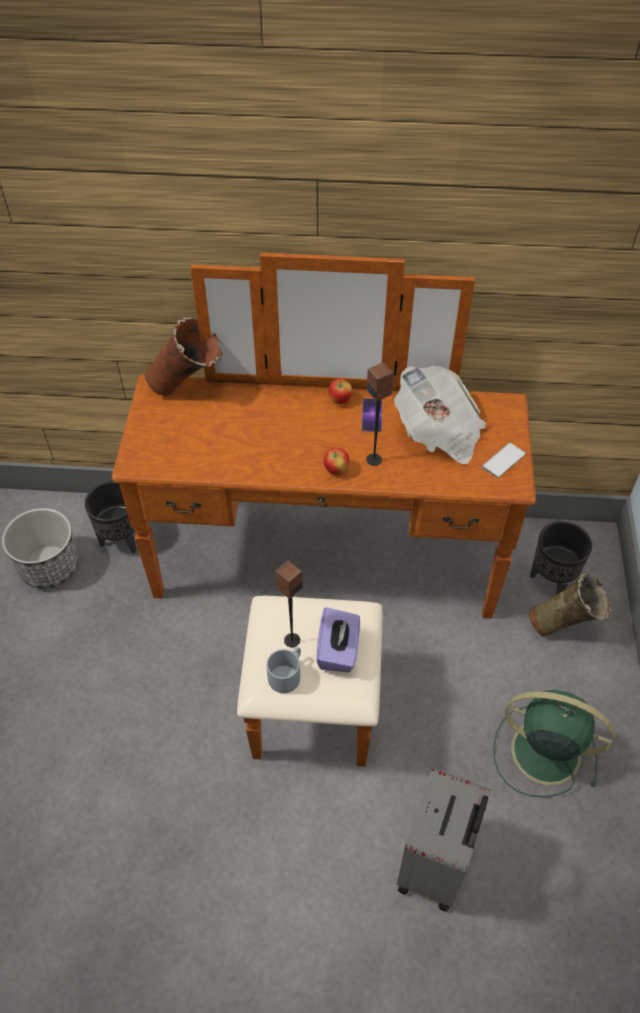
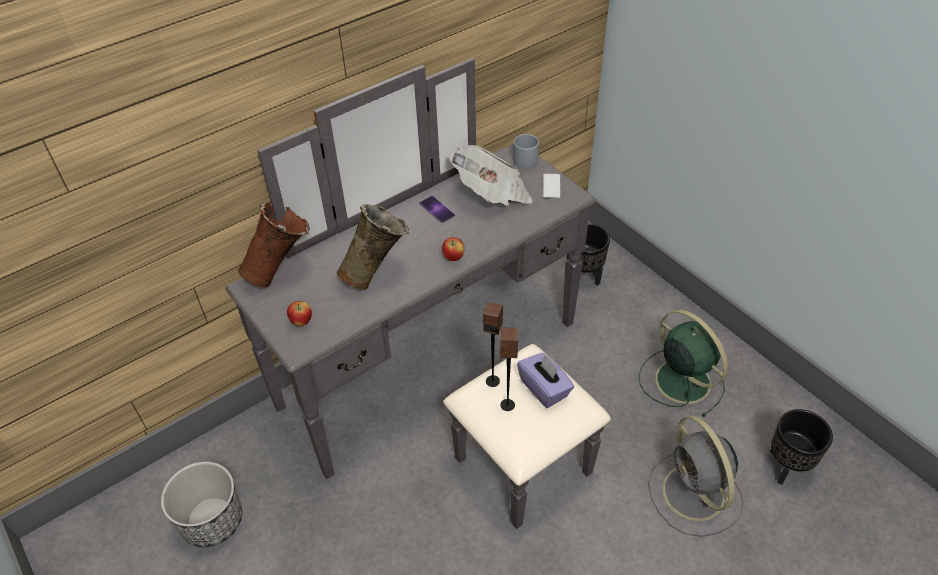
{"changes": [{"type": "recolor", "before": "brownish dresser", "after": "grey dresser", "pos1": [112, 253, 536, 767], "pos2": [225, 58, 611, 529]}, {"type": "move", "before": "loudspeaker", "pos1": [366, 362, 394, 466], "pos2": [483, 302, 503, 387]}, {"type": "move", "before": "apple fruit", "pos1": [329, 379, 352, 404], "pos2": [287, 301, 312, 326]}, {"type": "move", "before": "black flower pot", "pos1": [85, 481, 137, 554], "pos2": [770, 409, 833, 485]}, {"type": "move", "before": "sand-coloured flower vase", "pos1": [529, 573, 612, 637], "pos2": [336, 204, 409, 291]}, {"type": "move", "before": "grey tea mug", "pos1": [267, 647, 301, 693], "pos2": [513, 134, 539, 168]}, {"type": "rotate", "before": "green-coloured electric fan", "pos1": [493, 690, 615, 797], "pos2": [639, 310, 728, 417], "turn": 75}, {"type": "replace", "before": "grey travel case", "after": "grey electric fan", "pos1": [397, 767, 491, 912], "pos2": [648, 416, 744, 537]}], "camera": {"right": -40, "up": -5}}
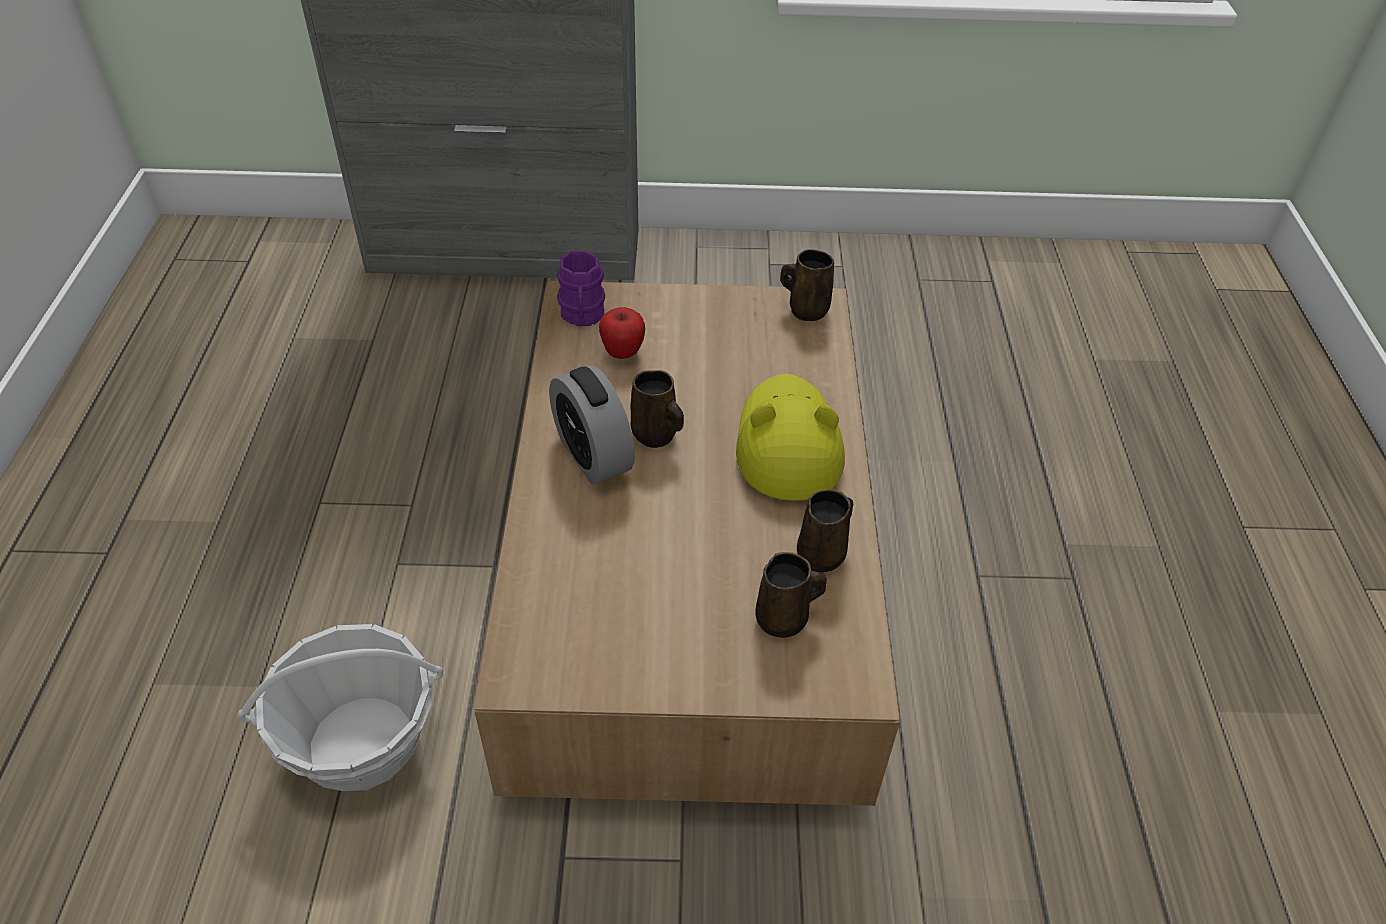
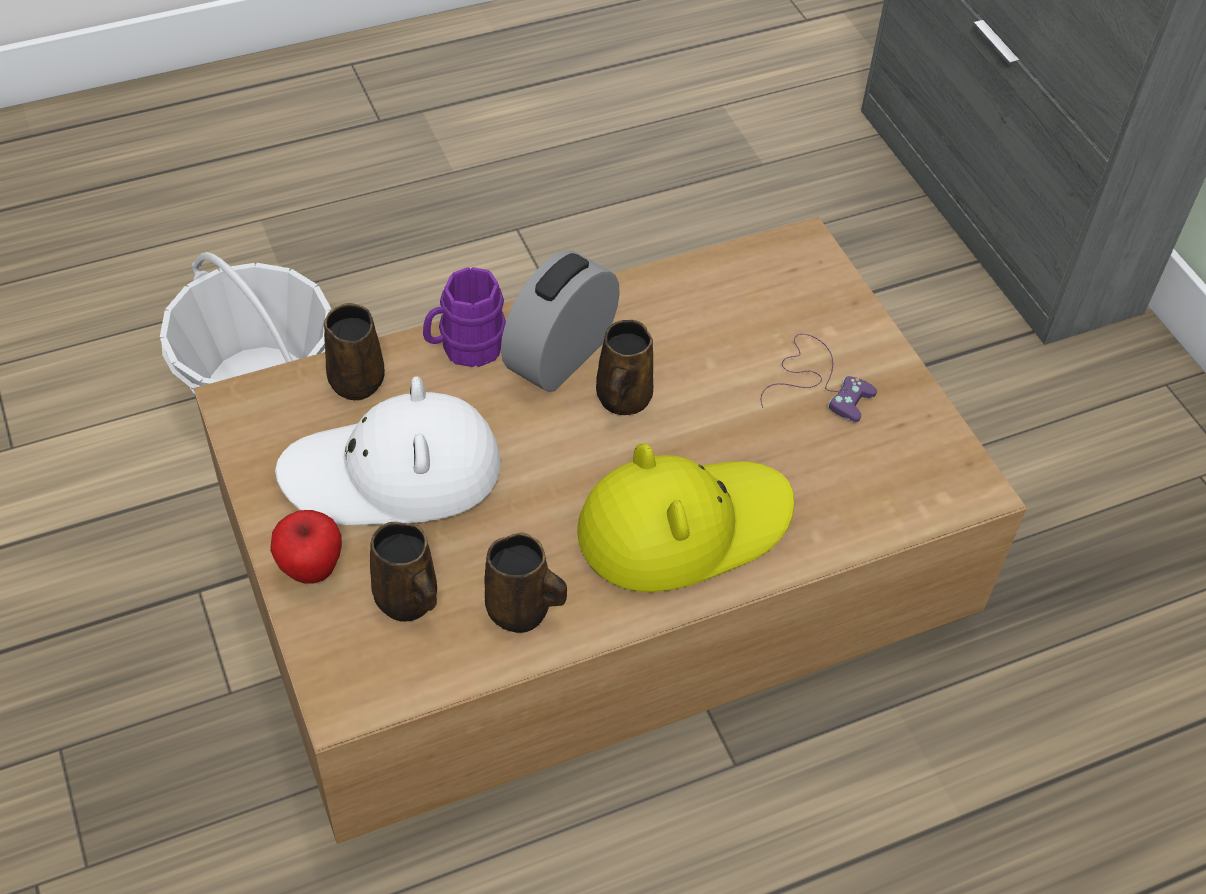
{"changes": [{"type": "move", "before": "brownish tea mug", "pos1": [780, 249, 834, 321], "pos2": [324, 303, 385, 400]}, {"type": "move", "before": "purple-coloured tea mug", "pos1": [557, 251, 605, 326], "pos2": [423, 267, 506, 367]}, {"type": "move", "before": "apple fruit", "pos1": [599, 307, 645, 359], "pos2": [270, 510, 342, 584]}, {"type": "insert", "after": "purple-coloured game controller", "pos2": [761, 334, 877, 423]}, {"type": "insert", "after": "whitish wearable hat", "pos2": [275, 376, 501, 525]}], "camera": {"right": 65, "up": 5}}
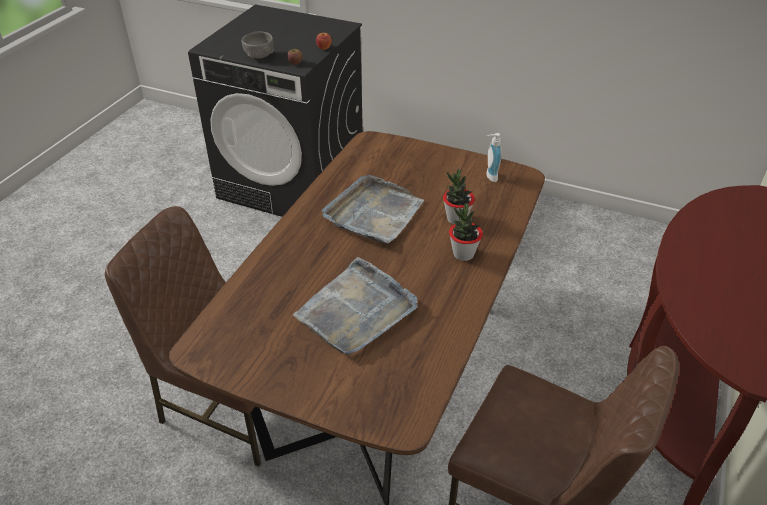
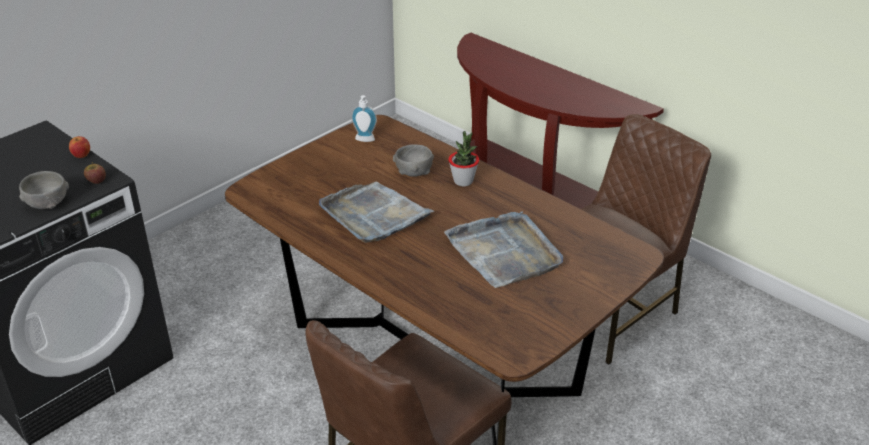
{"changes": [{"type": "replace", "before": "plant in a pot", "after": "grey deep dish", "pos1": [443, 169, 475, 224], "pos2": [393, 144, 434, 177]}], "camera": {"right": -70, "up": -5}}
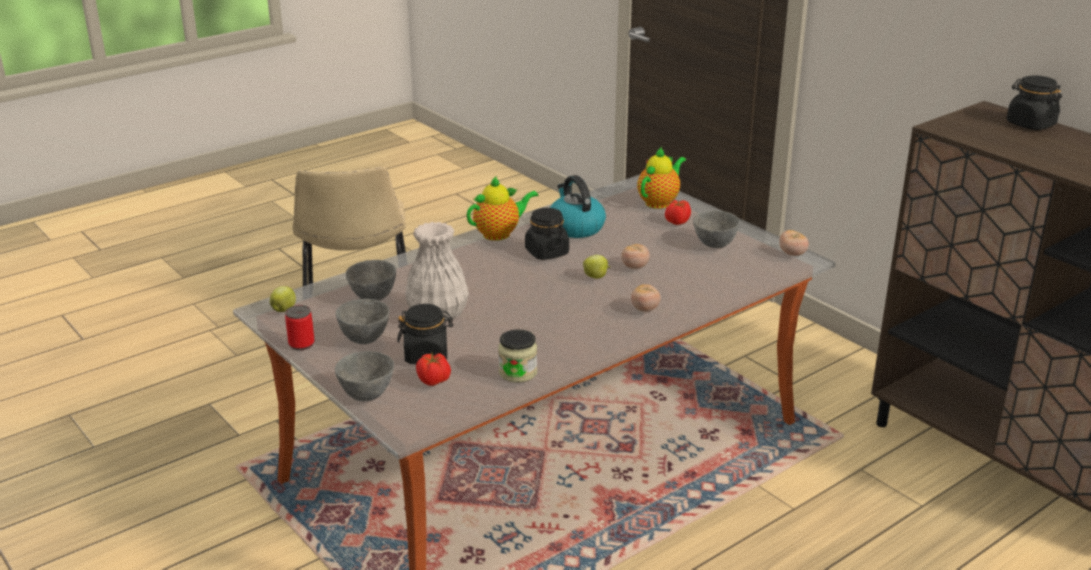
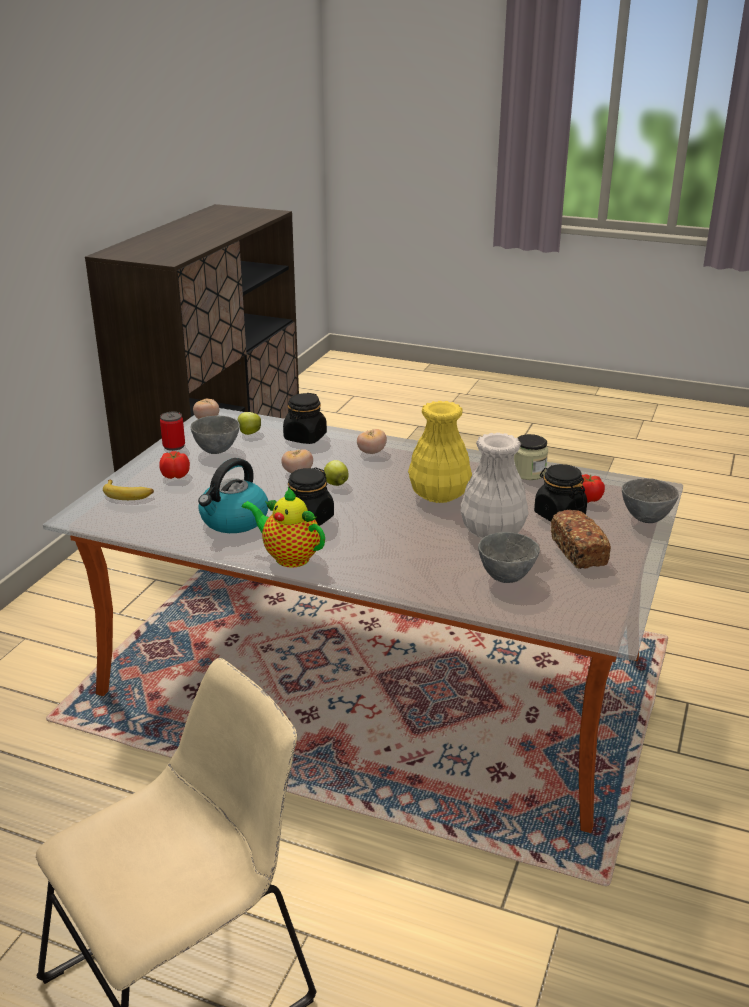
{"changes": [{"type": "move", "before": "black preserve jar", "pos1": [1006, 75, 1062, 130], "pos2": [283, 393, 327, 444]}, {"type": "replace", "before": "pot for tea", "after": "whole banana", "pos1": [637, 147, 686, 209], "pos2": [103, 480, 154, 500]}, {"type": "move", "before": "apple fruit", "pos1": [270, 286, 296, 312], "pos2": [238, 412, 261, 435]}, {"type": "replace", "before": "grey deep dish", "after": "bakery bread", "pos1": [336, 299, 389, 344], "pos2": [551, 510, 611, 569]}, {"type": "move", "before": "sealed can", "pos1": [285, 305, 314, 350], "pos2": [160, 412, 185, 451]}, {"type": "insert", "after": "yellow-coloured flower vase", "pos2": [408, 401, 472, 503]}], "camera": {"right": -120, "up": 0}}
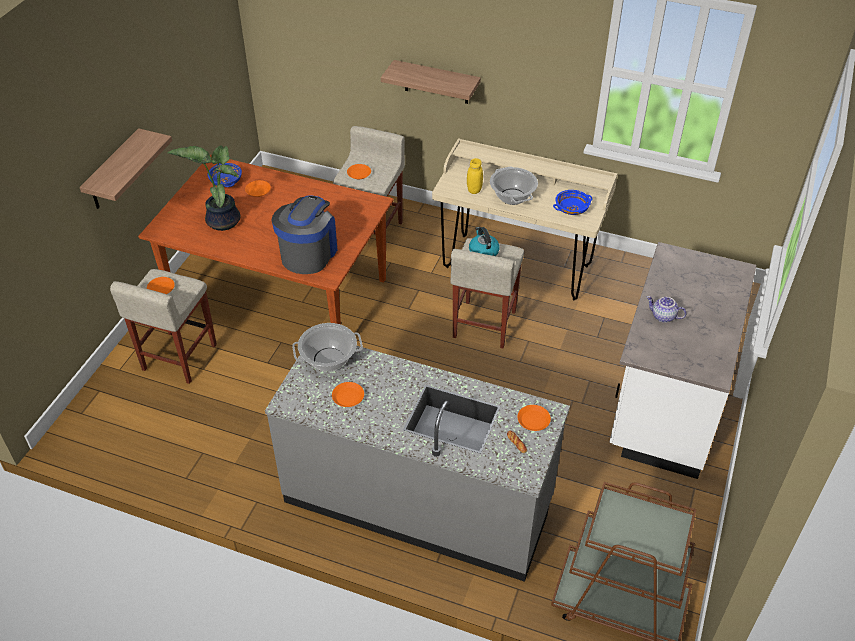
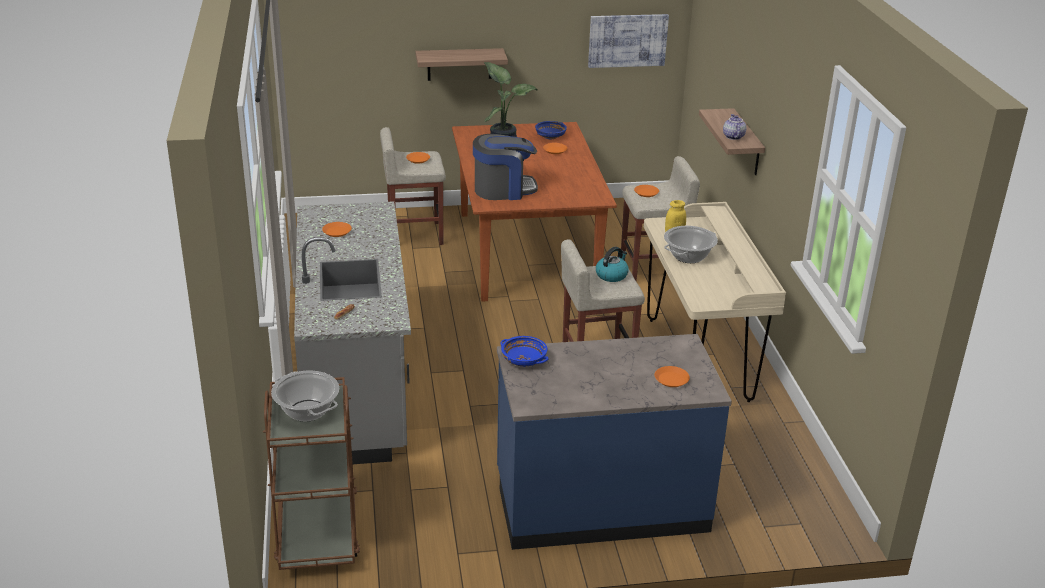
{"changes": [{"type": "move", "before": "blue-coloured deep dish", "pos1": [553, 190, 592, 215], "pos2": [500, 336, 549, 367]}, {"type": "recolor", "before": "whitish kitchen counter", "after": "blue-coloured kitchen counter", "pos1": [610, 242, 756, 479], "pos2": [497, 334, 732, 550]}, {"type": "move", "before": "pot for tea", "pos1": [647, 296, 686, 323], "pos2": [723, 114, 746, 140]}, {"type": "move", "before": "saucepot", "pos1": [292, 323, 363, 371], "pos2": [271, 371, 339, 422]}, {"type": "move", "before": "orange-coloured plate", "pos1": [517, 405, 551, 431], "pos2": [655, 366, 690, 387]}, {"type": "insert", "after": "wall picture", "pos2": [588, 14, 669, 68]}], "camera": {"right": 60, "up": -15}}
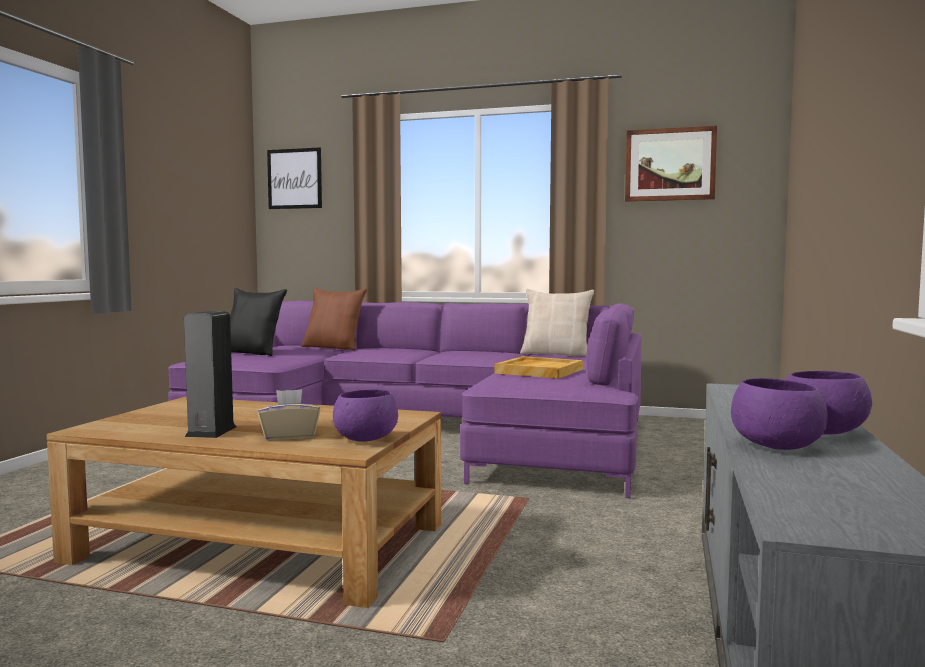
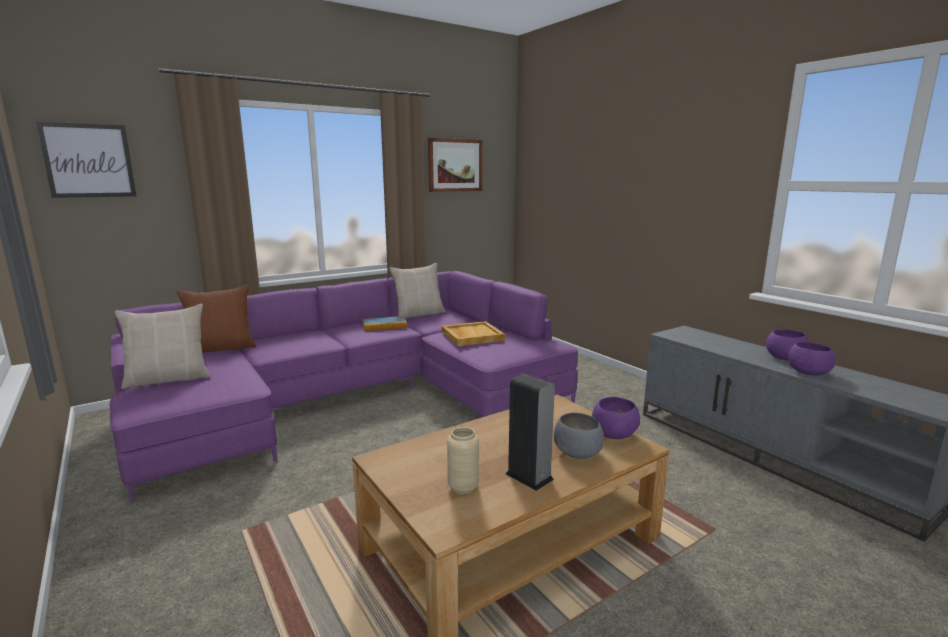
{"changes": [{"type": "recolor", "before": "black throw pillow", "after": "sand-coloured throw pillow", "pos1": [230, 288, 287, 356], "pos2": [115, 304, 210, 389]}, {"type": "replace", "before": "sand-coloured box of tissues", "after": "grey deep dish", "pos1": [258, 389, 320, 440], "pos2": [554, 412, 604, 459]}, {"type": "insert", "after": "book", "pos2": [362, 316, 407, 331]}, {"type": "insert", "after": "sand-coloured flower vase", "pos2": [447, 427, 479, 494]}], "camera": {"right": -50, "up": 10}}
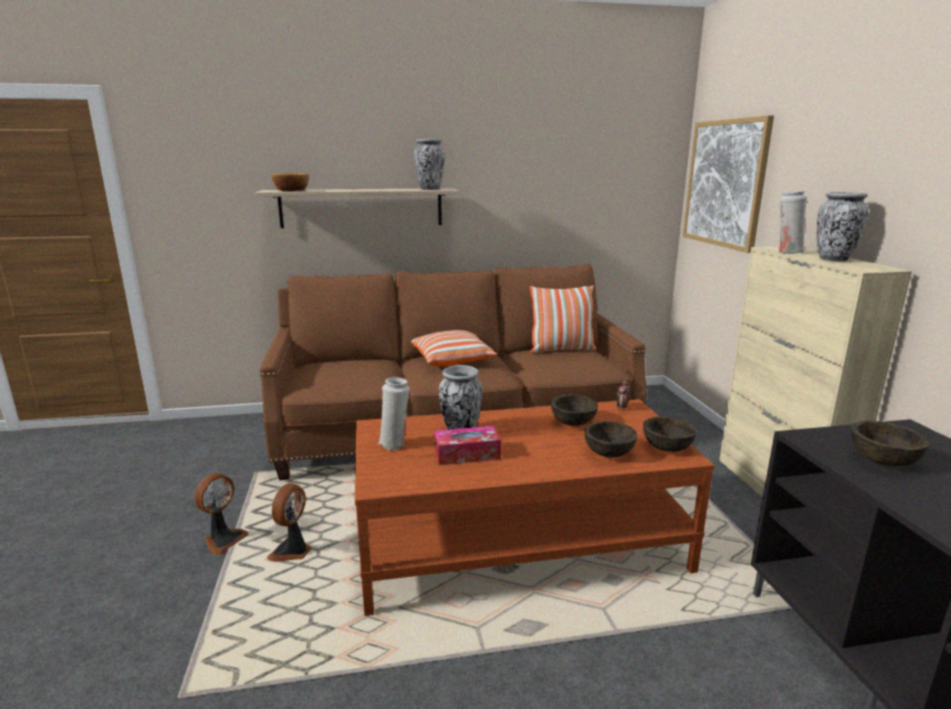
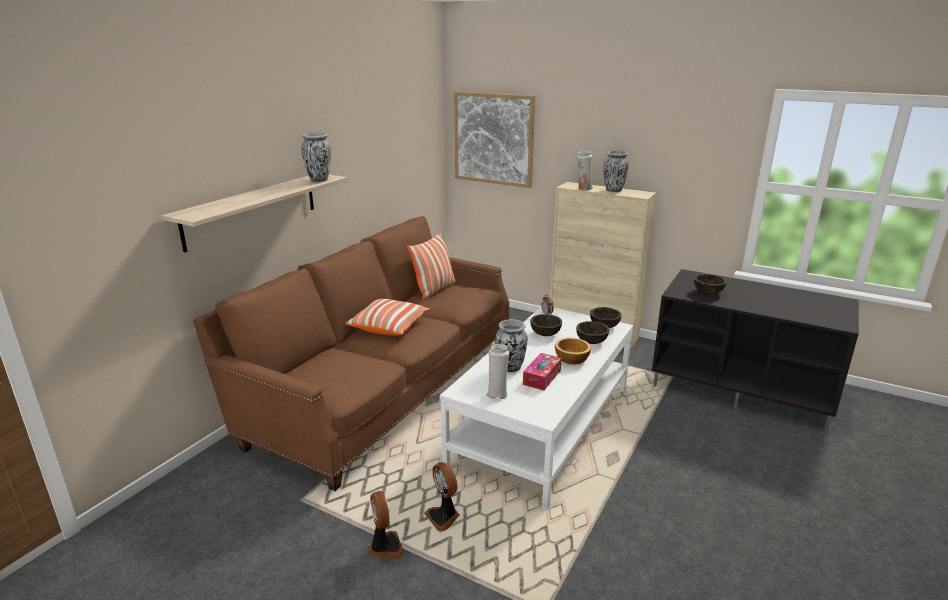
{"changes": [{"type": "move", "before": "deep dish", "pos1": [271, 173, 309, 191], "pos2": [555, 337, 591, 365]}, {"type": "recolor", "before": "brownish coffee table", "after": "whitish coffee table", "pos1": [355, 399, 715, 616], "pos2": [440, 307, 633, 510]}], "camera": {"right": -50, "up": 5}}
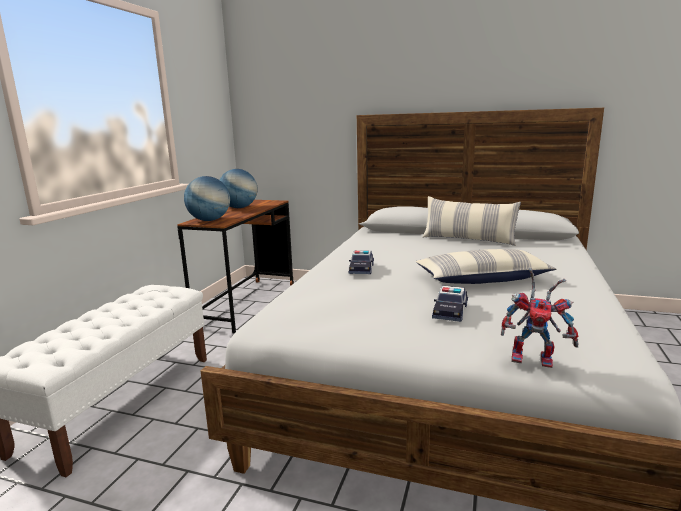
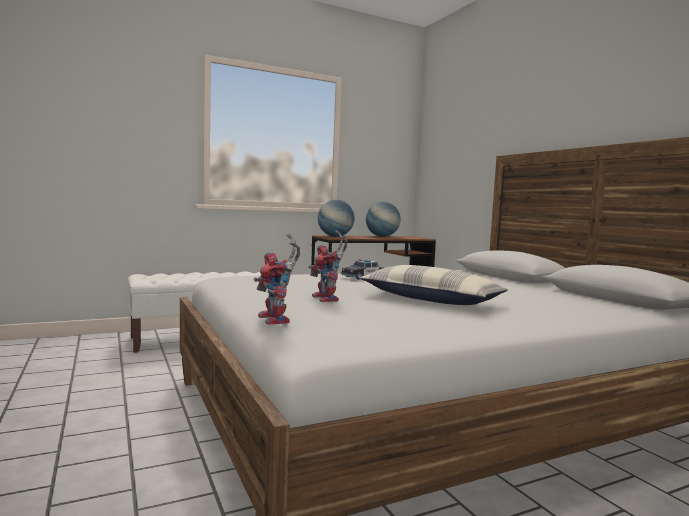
{"changes": [{"type": "delete", "before": "throw pillow", "pos1": [422, 196, 521, 246]}, {"type": "replace", "before": "miniature car", "after": "toy robot", "pos1": [432, 286, 468, 322], "pos2": [309, 230, 348, 302]}], "camera": {"right": 45, "up": -10}}
